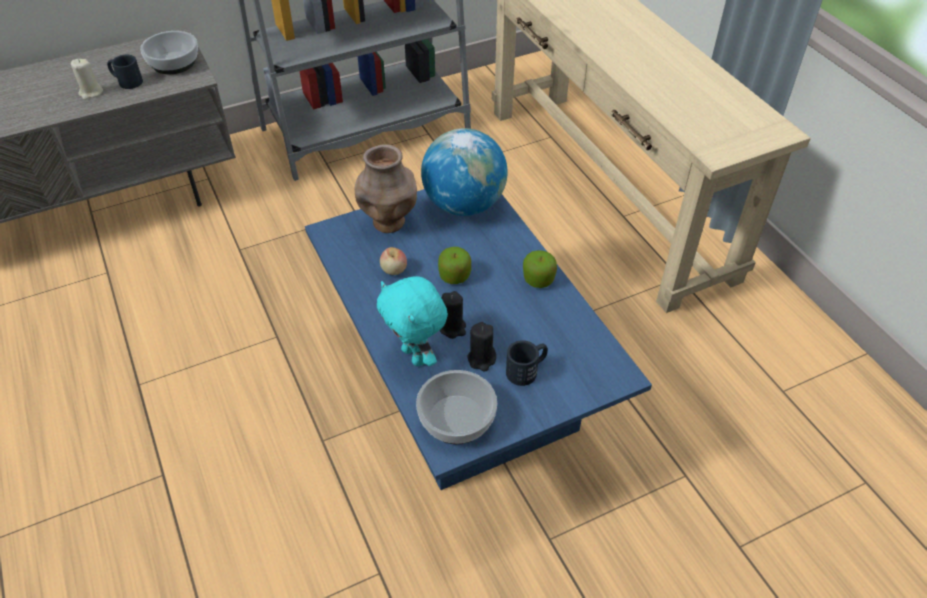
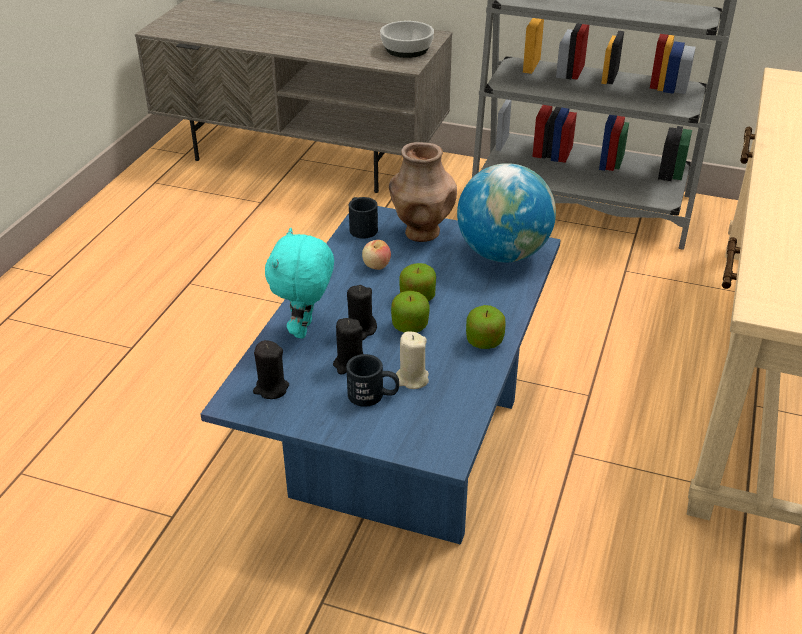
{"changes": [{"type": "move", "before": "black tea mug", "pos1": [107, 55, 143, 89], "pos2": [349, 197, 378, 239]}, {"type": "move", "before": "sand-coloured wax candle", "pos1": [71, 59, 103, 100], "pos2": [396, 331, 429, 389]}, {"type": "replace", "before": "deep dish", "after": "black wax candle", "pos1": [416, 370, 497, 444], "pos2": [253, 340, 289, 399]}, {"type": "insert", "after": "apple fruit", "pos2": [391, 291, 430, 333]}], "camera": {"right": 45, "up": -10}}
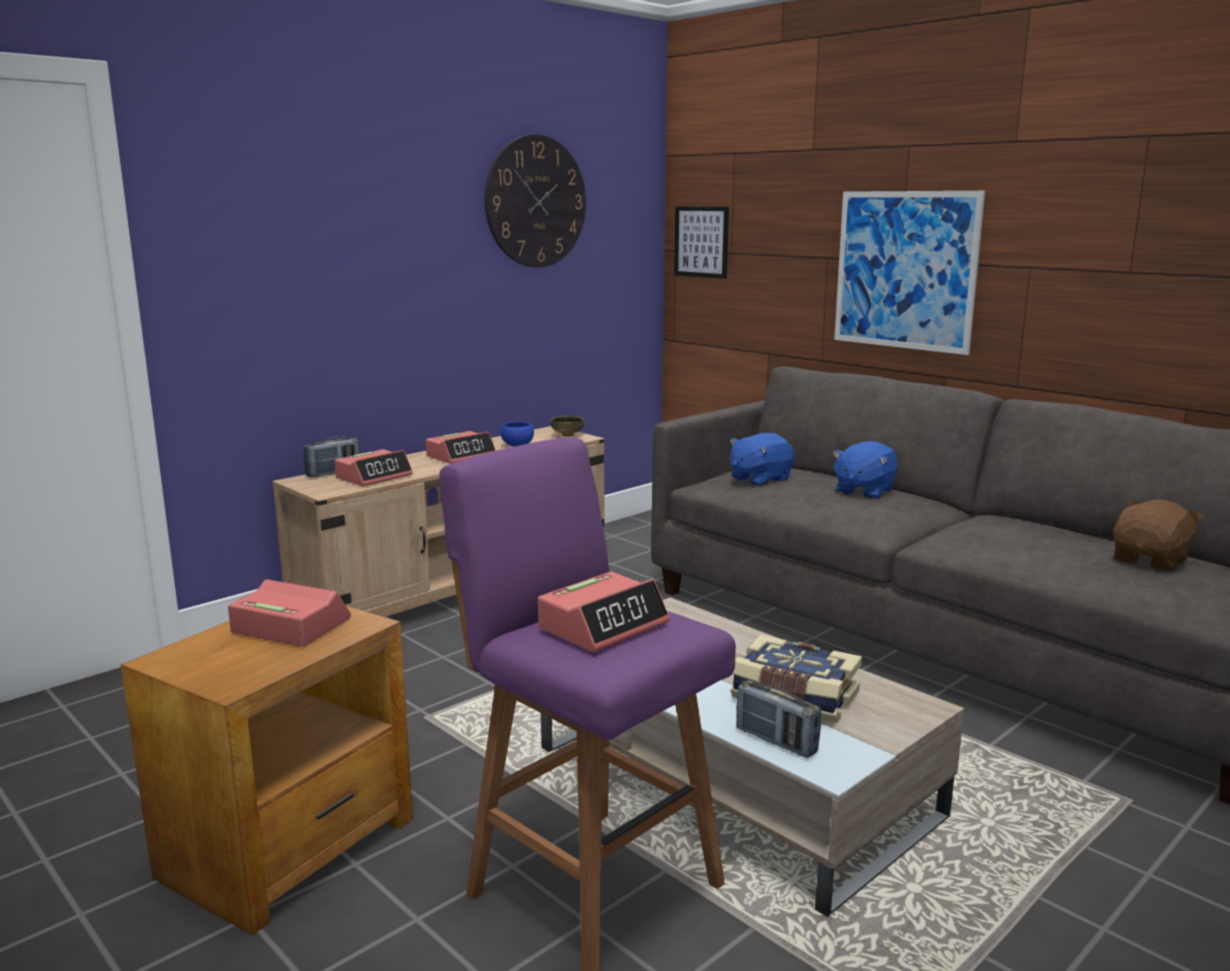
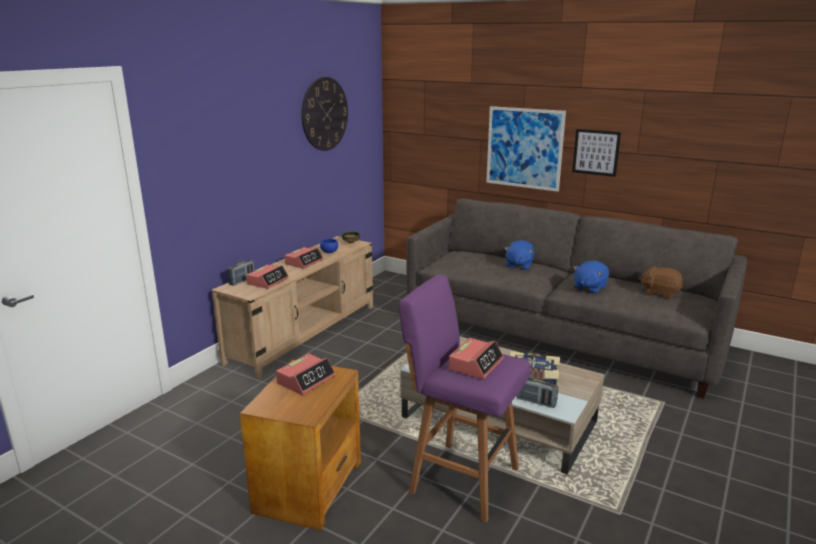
{"changes": [{"type": "move", "before": "wall picture", "pos1": [674, 206, 729, 279], "pos2": [572, 129, 621, 177]}, {"type": "move", "before": "blue-coloured cuddly toy", "pos1": [730, 433, 794, 487], "pos2": [573, 261, 609, 294]}, {"type": "rotate", "before": "brownish cuddly toy", "pos1": [1113, 500, 1204, 572], "pos2": [639, 266, 683, 299], "turn": -90}, {"type": "rotate", "before": "bedside clock", "pos1": [228, 579, 351, 647], "pos2": [276, 353, 335, 395], "turn": 120}], "camera": {"right": -15, "up": 5}}
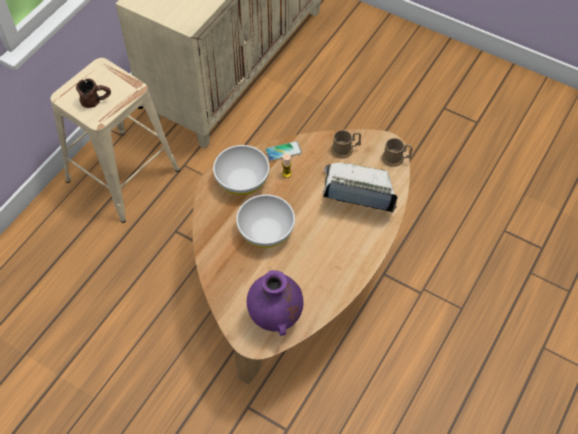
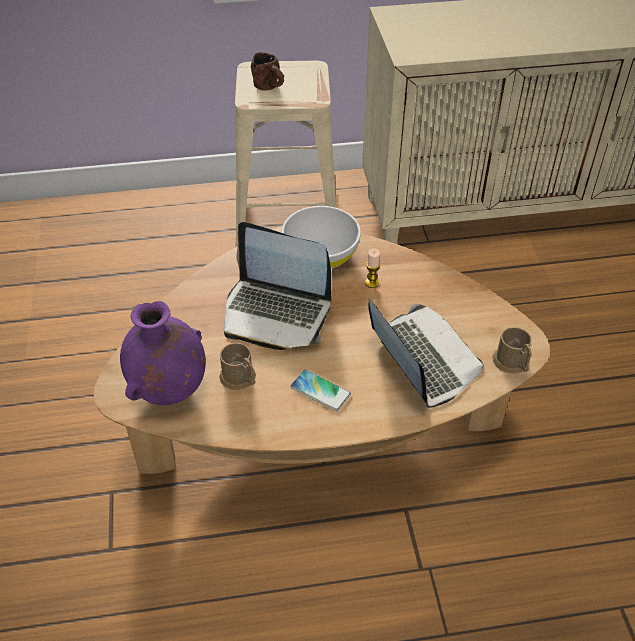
{"changes": [{"type": "move", "before": "brownish tea mug", "pos1": [331, 130, 361, 159], "pos2": [219, 343, 256, 390]}, {"type": "move", "before": "telephone", "pos1": [265, 141, 302, 161], "pos2": [290, 370, 351, 411]}, {"type": "replace", "before": "whitish deep dish", "after": "notebook computer", "pos1": [236, 194, 295, 248], "pos2": [224, 222, 332, 350]}], "camera": {"right": 50, "up": -10}}
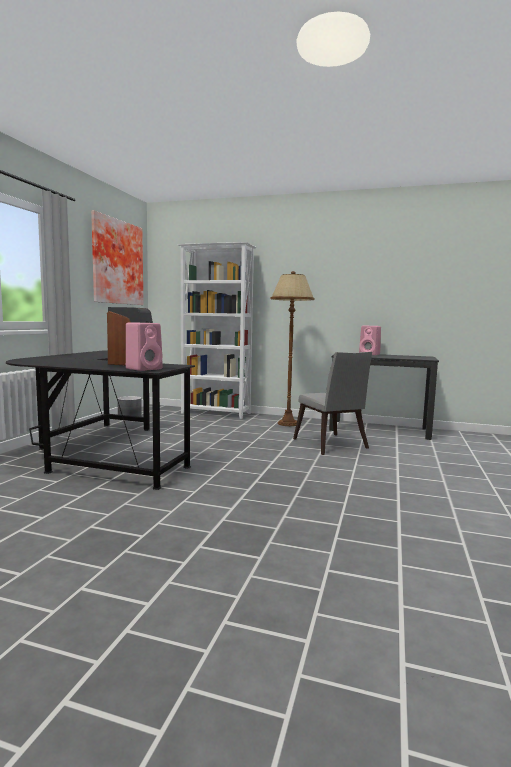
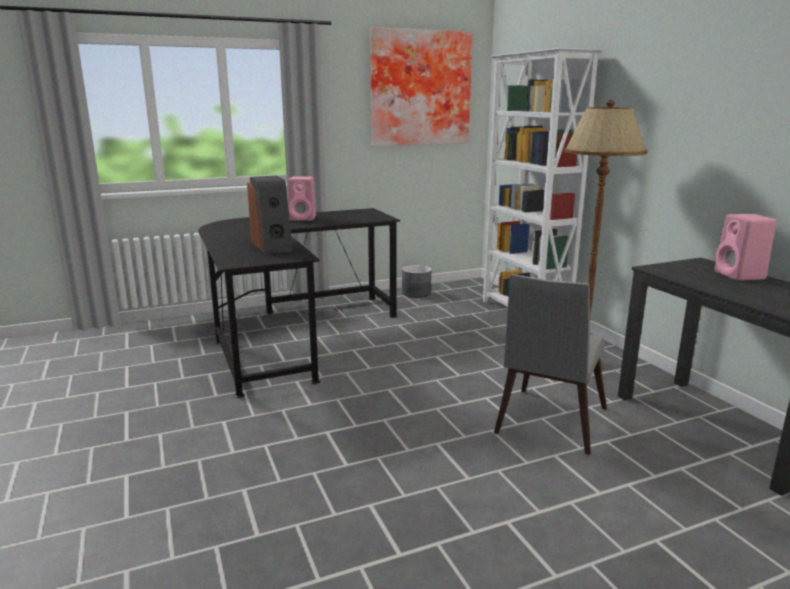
{"changes": [{"type": "move", "before": "pinkish loudspeaker", "pos1": [126, 323, 163, 371], "pos2": [288, 177, 316, 221]}], "camera": {"right": 50, "up": 10}}
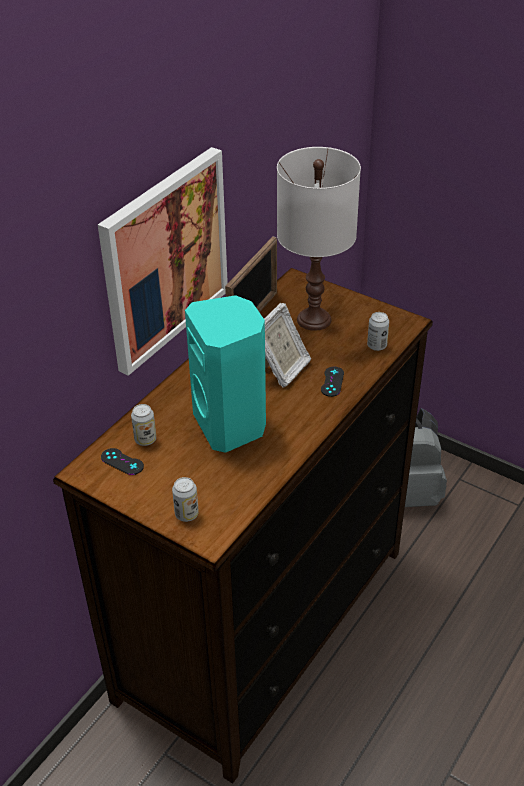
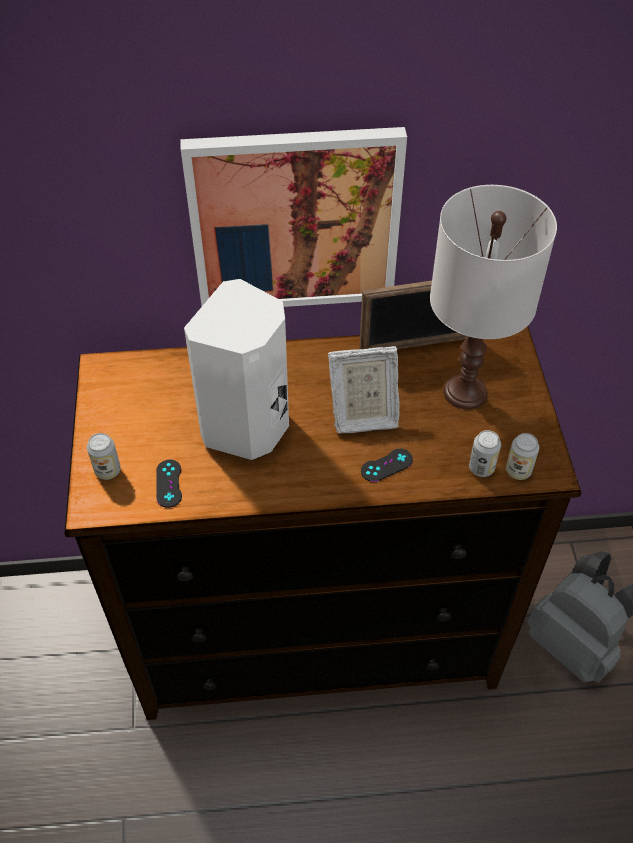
{"changes": [{"type": "recolor", "before": "blue-green loudspeaker", "after": "whitish loudspeaker", "pos1": [185, 295, 266, 453], "pos2": [184, 279, 289, 460]}, {"type": "move", "before": "sealed can", "pos1": [131, 404, 156, 446], "pos2": [506, 433, 539, 480]}, {"type": "move", "before": "black game controller", "pos1": [101, 448, 144, 475], "pos2": [156, 460, 182, 508]}], "camera": {"right": 50, "up": 10}}
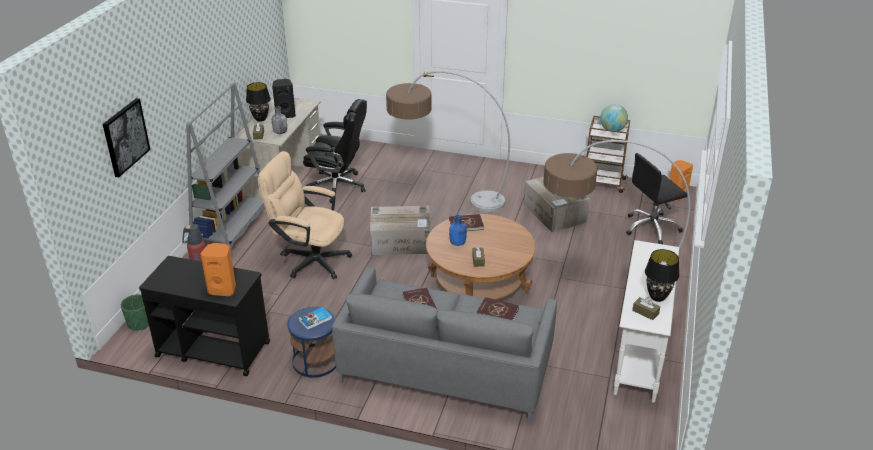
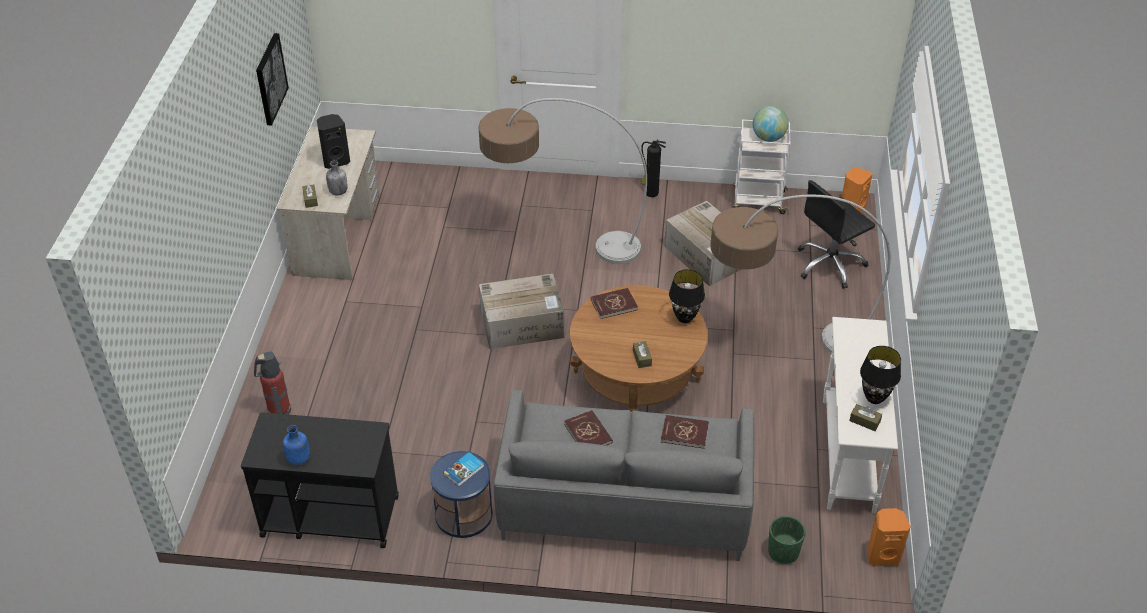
{"changes": [{"type": "move", "before": "black tabletop lamp", "pos1": [246, 82, 271, 122], "pos2": [669, 269, 705, 323]}, {"type": "delete", "before": "grey bookshelf", "pos1": [186, 83, 265, 257]}, {"type": "move", "before": "wall picture", "pos1": [103, 98, 151, 177], "pos2": [256, 33, 289, 126]}, {"type": "delete", "before": "black desk chair", "pos1": [303, 99, 367, 203]}, {"type": "recolor", "before": "brownish wheeled cart", "after": "whitish wheeled cart", "pos1": [587, 116, 630, 193], "pos2": [733, 120, 790, 214]}, {"type": "delete", "before": "sand-coloured desk chair", "pos1": [258, 151, 352, 279]}, {"type": "move", "before": "blue-coloured beverage bottle", "pos1": [449, 215, 467, 246], "pos2": [283, 425, 310, 465]}, {"type": "move", "before": "orange-coloured loudspeaker", "pos1": [200, 243, 236, 296], "pos2": [868, 508, 911, 566]}, {"type": "move", "before": "green-coloured flower pot", "pos1": [121, 294, 149, 330], "pos2": [768, 516, 806, 564]}, {"type": "insert", "after": "fire extinguisher", "pos2": [641, 140, 666, 197]}], "camera": {"right": -10, "up": 10}}
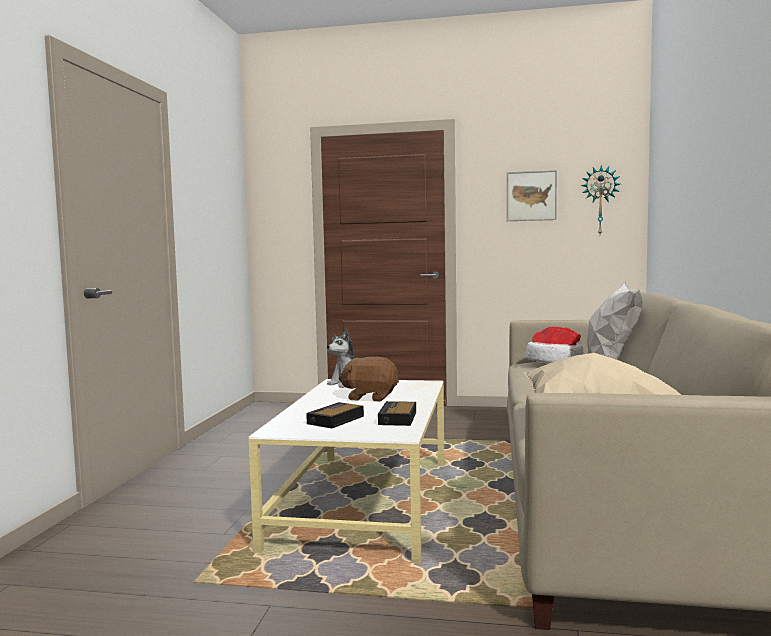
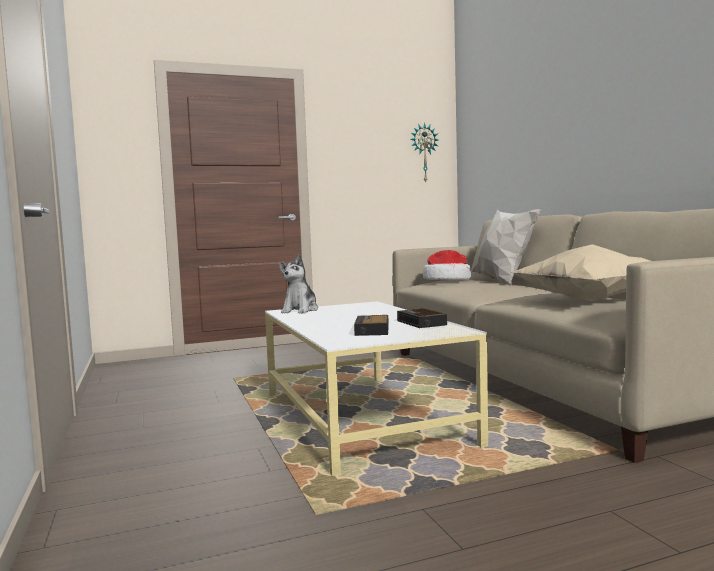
{"changes": [{"type": "delete", "before": "wall picture", "pos1": [507, 170, 557, 221]}, {"type": "delete", "before": "brownish cuddly toy", "pos1": [339, 357, 399, 401]}], "camera": {"right": -30, "up": 0}}
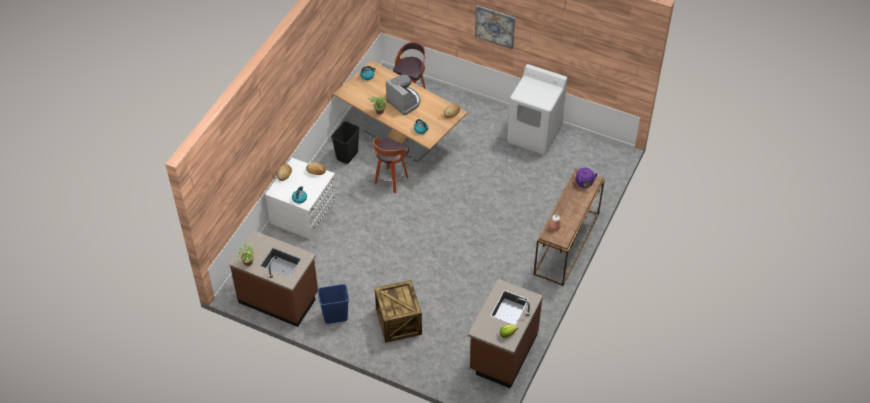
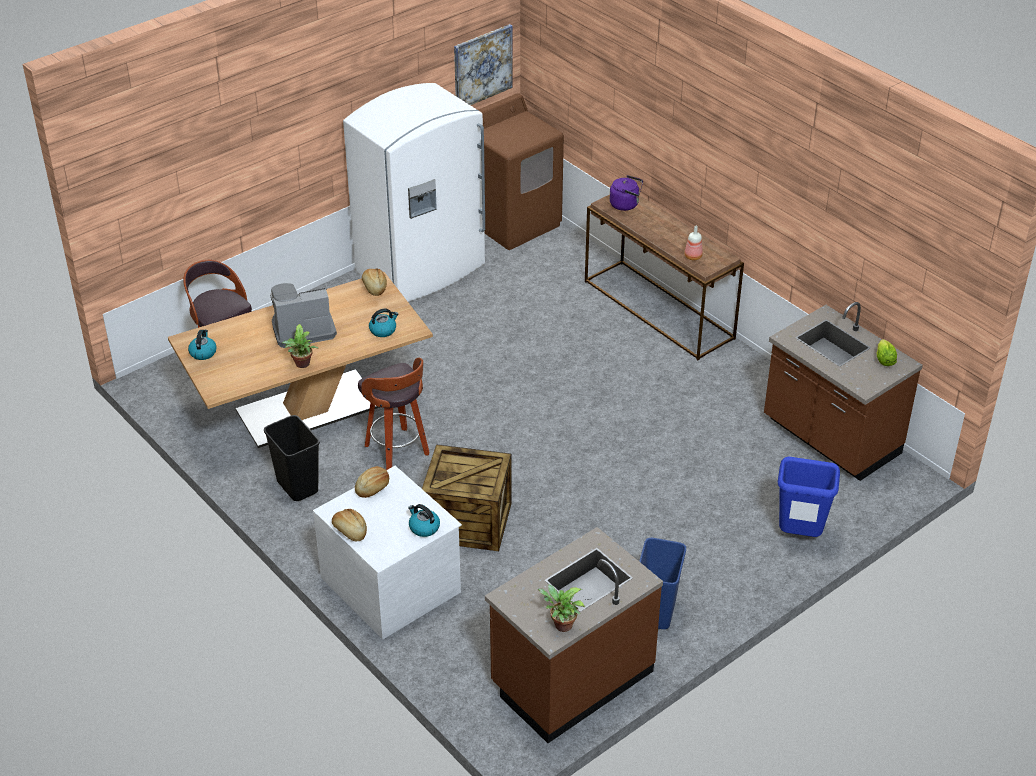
{"changes": [{"type": "move", "before": "wall picture", "pos1": [475, 5, 516, 50], "pos2": [454, 24, 513, 105]}, {"type": "replace", "before": "whitish laundry appliance", "after": "whitish kitchen fridge", "pos1": [507, 64, 568, 155], "pos2": [343, 83, 485, 302]}, {"type": "move", "before": "crate", "pos1": [375, 280, 422, 343], "pos2": [422, 444, 512, 551]}, {"type": "insert", "after": "brownish laundry appliance", "pos2": [479, 93, 564, 250]}, {"type": "insert", "after": "blue-coloured trash can", "pos2": [778, 457, 840, 537]}], "camera": {"right": -65, "up": -10}}
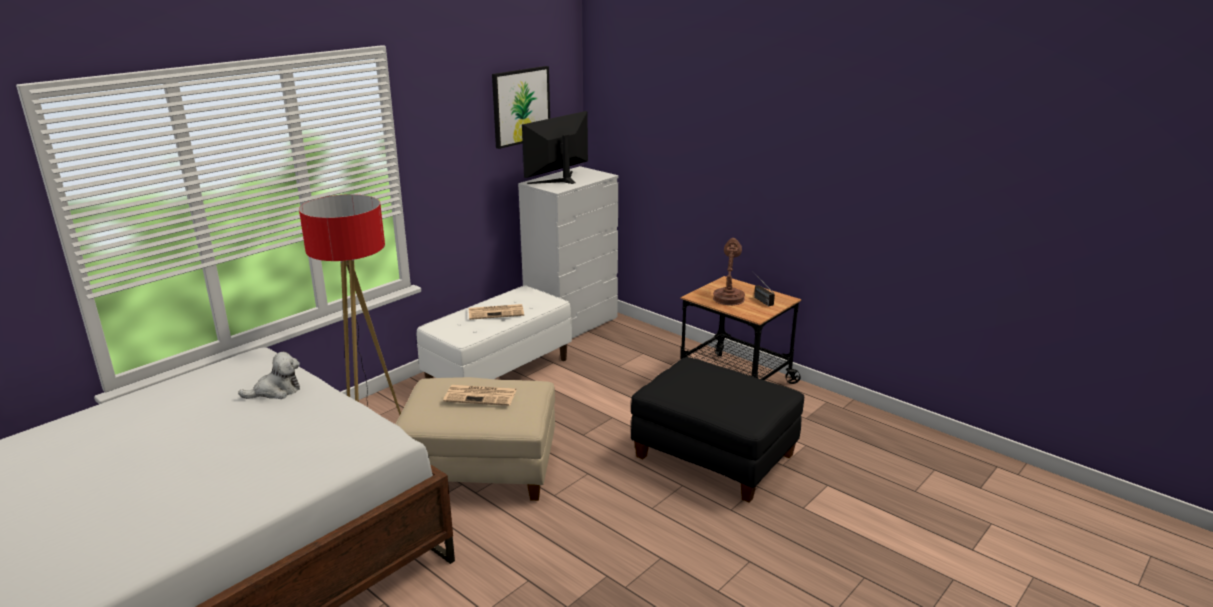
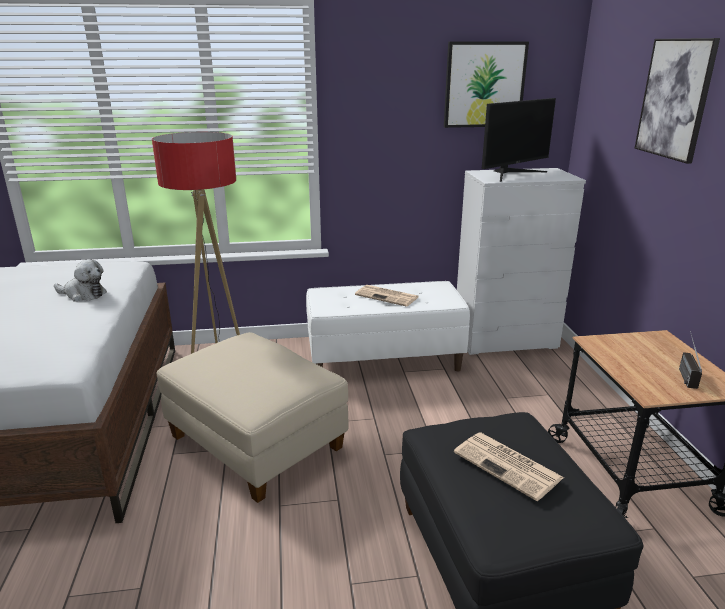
{"changes": [{"type": "rotate", "before": "computer screen", "pos1": [522, 111, 588, 184], "pos2": [482, 98, 556, 182], "turn": 150}, {"type": "delete", "before": "brownish tabletop lamp", "pos1": [713, 238, 745, 305]}, {"type": "move", "before": "newspaper", "pos1": [443, 385, 517, 406], "pos2": [454, 432, 564, 501]}, {"type": "insert", "after": "wall picture", "pos2": [635, 38, 720, 164]}], "camera": {"right": 40, "up": 0}}
